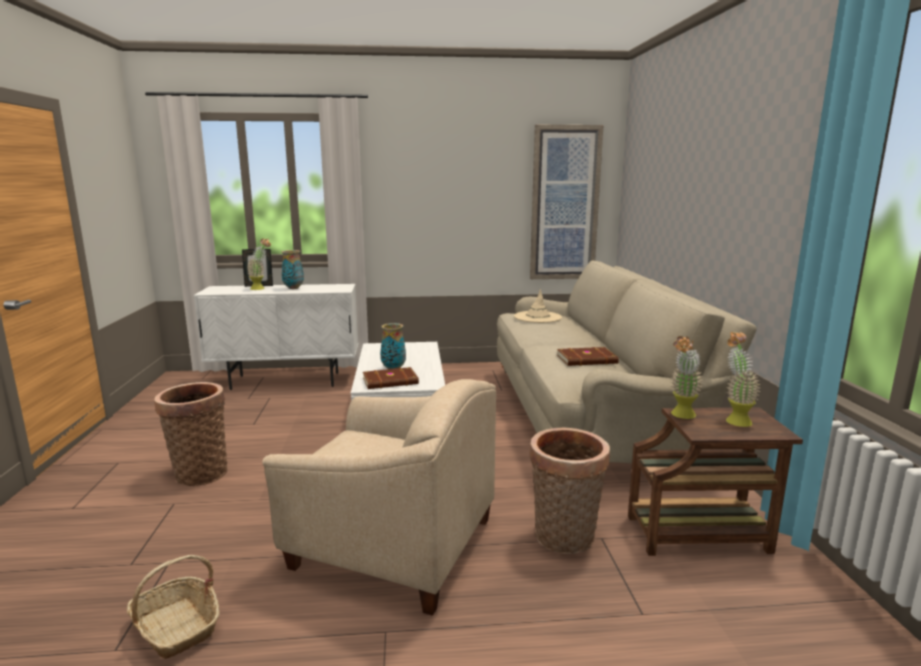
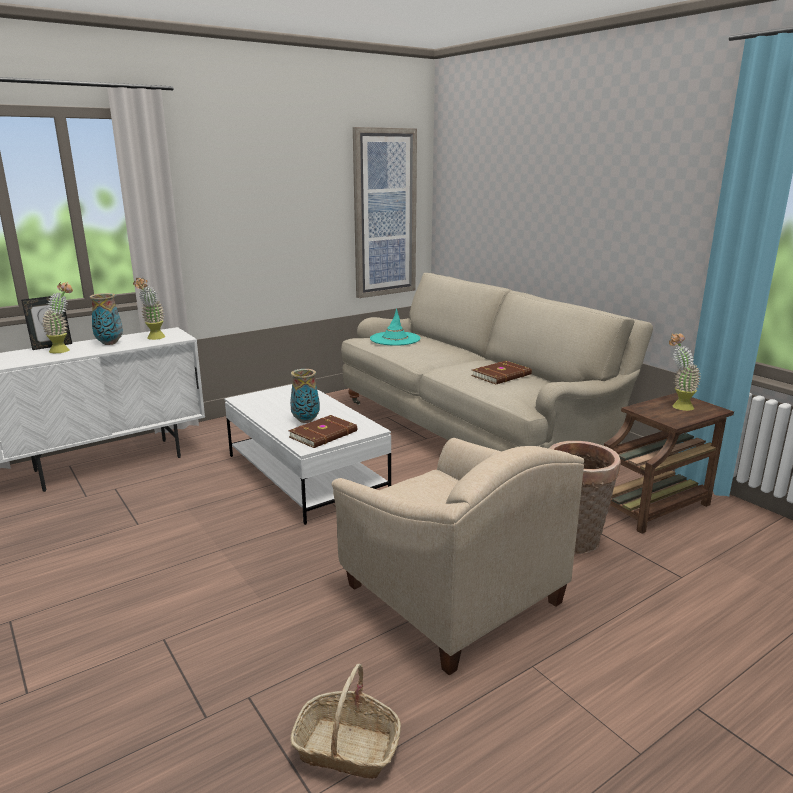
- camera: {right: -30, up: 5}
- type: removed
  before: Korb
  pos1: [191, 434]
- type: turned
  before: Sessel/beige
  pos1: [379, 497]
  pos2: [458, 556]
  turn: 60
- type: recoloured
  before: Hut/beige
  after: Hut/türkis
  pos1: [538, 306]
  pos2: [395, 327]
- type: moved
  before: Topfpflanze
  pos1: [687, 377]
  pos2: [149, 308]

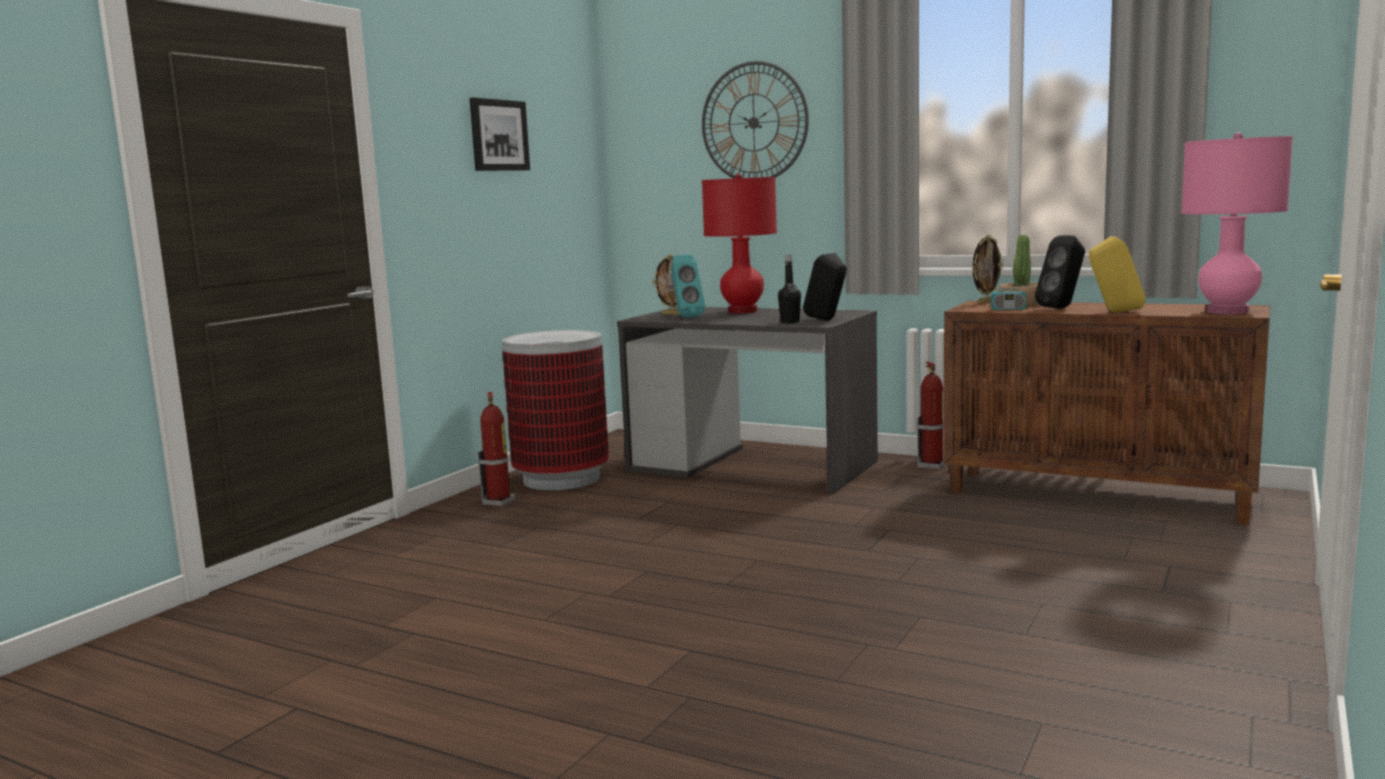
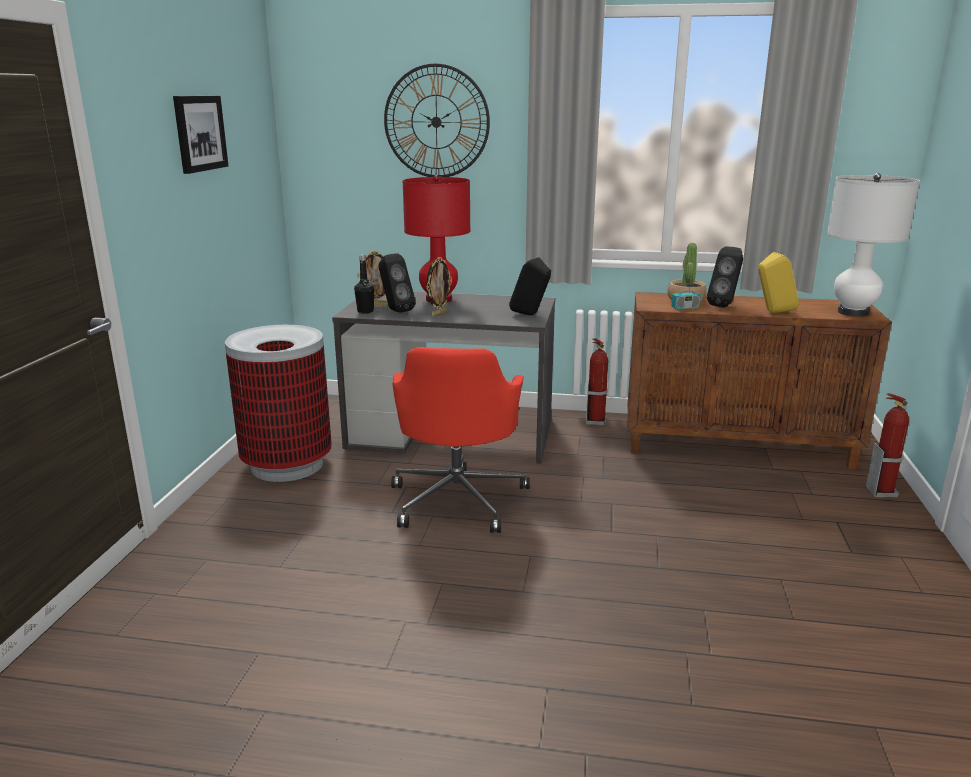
- camera: {right: -20, up: 10}
- type: moved
  before: Feuerlöscher
  pos1: [496, 449]
  pos2: [887, 445]
- type: recoloured
  before: Lautsprecher/türkis
  after: Lautsprecher/schwarz
  pos1: [688, 286]
  pos2: [397, 283]
- type: moved
  before: Flasche/schwarz
  pos1: [789, 289]
  pos2: [364, 284]
- type: moved
  before: Bilderrahmen
  pos1: [987, 269]
  pos2: [439, 286]
- type: recoloured
  before: Tischlampe/rosa
  after: Tischlampe/weiß
  pos1: [1237, 223]
  pos2: [873, 245]
- type: added
  after: Bürostuhl/rot
  pos2: [460, 440]

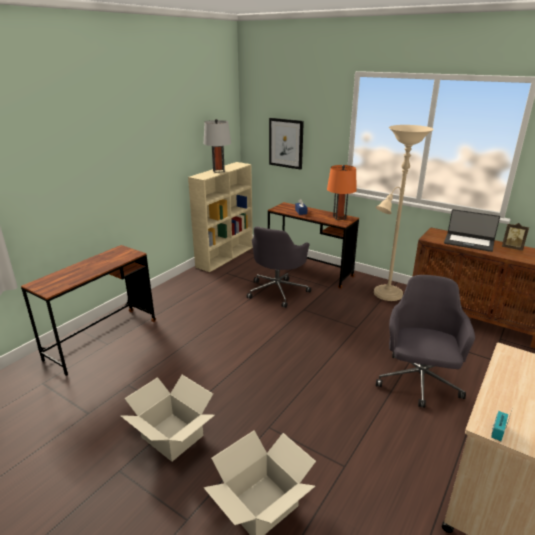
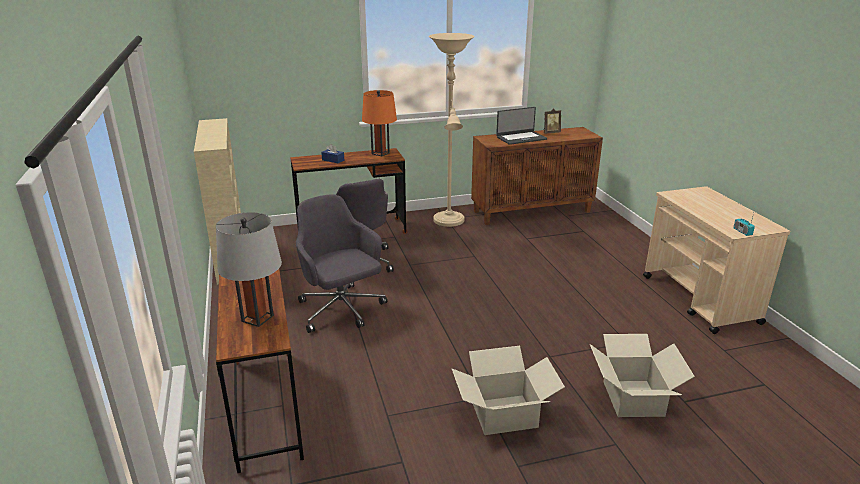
- camera: {right: -50, up: 0}
- type: moved
  before: Tischlampe/grau
  pos1: [217, 146]
  pos2: [249, 269]
- type: removed
  before: Bild
  pos1: [286, 144]
- type: moved
  before: Bürostuhl/grau
  pos1: [425, 341]
  pos2: [341, 263]

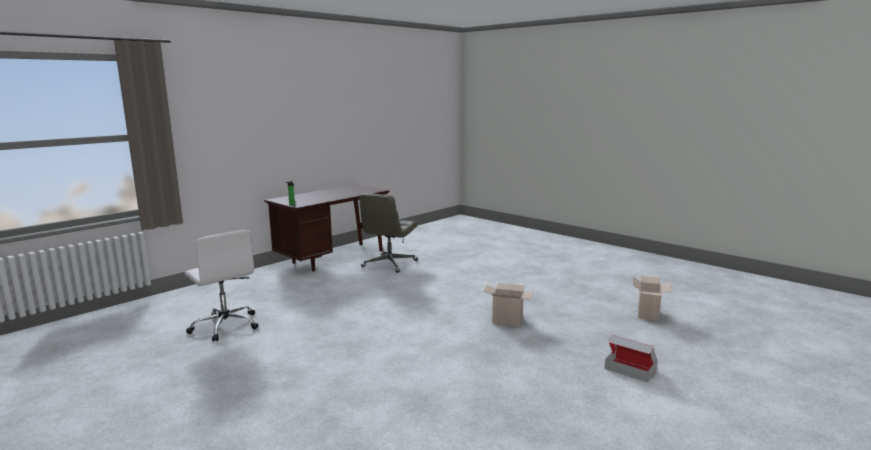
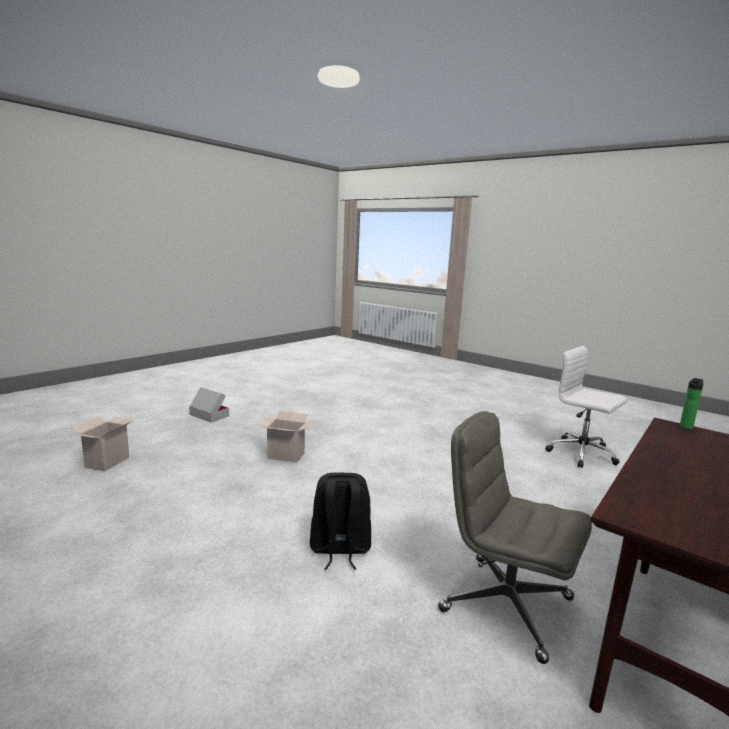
- camera: {right: 175, up: 0}
- type: turned
  before: Bürostuhl/grau
  pos1: [388, 233]
  pos2: [515, 537]
  turn: -75
- type: added
  after: Rucksack/schwarz
  pos2: [340, 521]

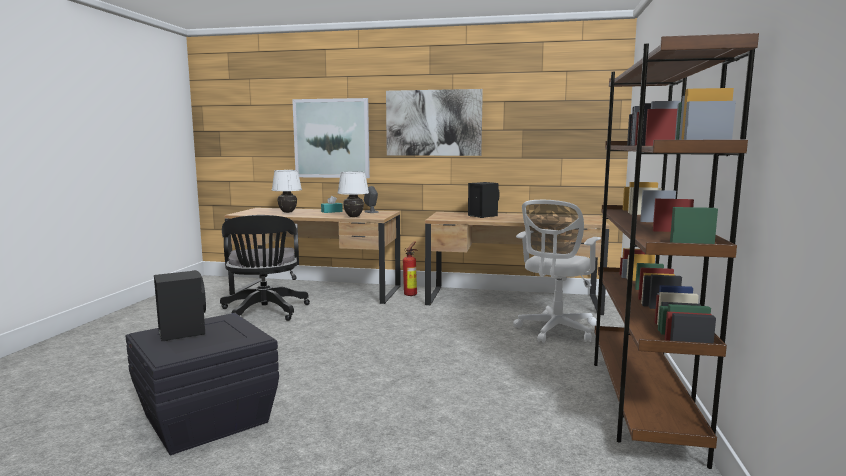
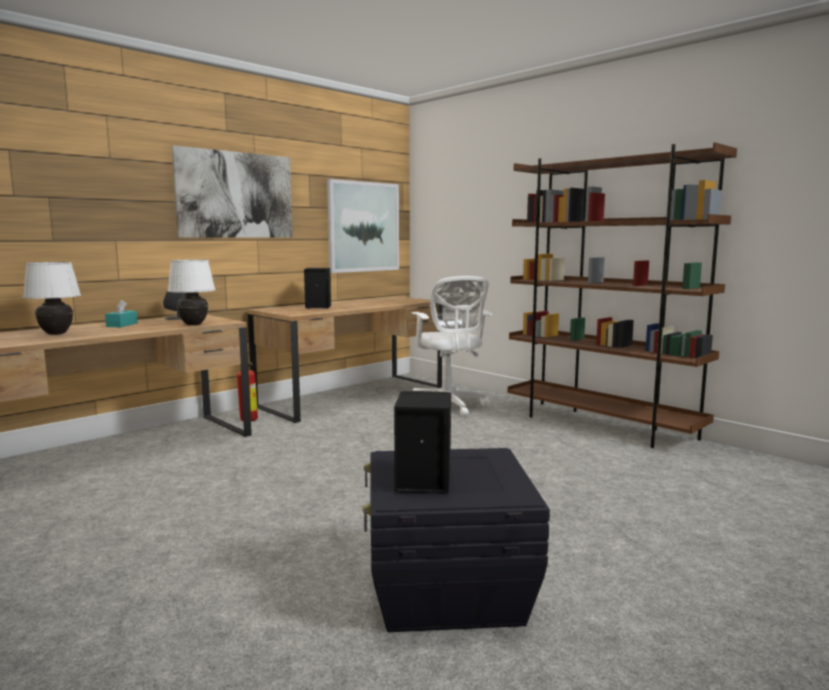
- camera: {right: -55, up: 0}
- type: removed
  before: Bürostuhl/schwarz
  pos1: [265, 268]
- type: moved
  before: Bild
  pos1: [331, 138]
  pos2: [363, 226]

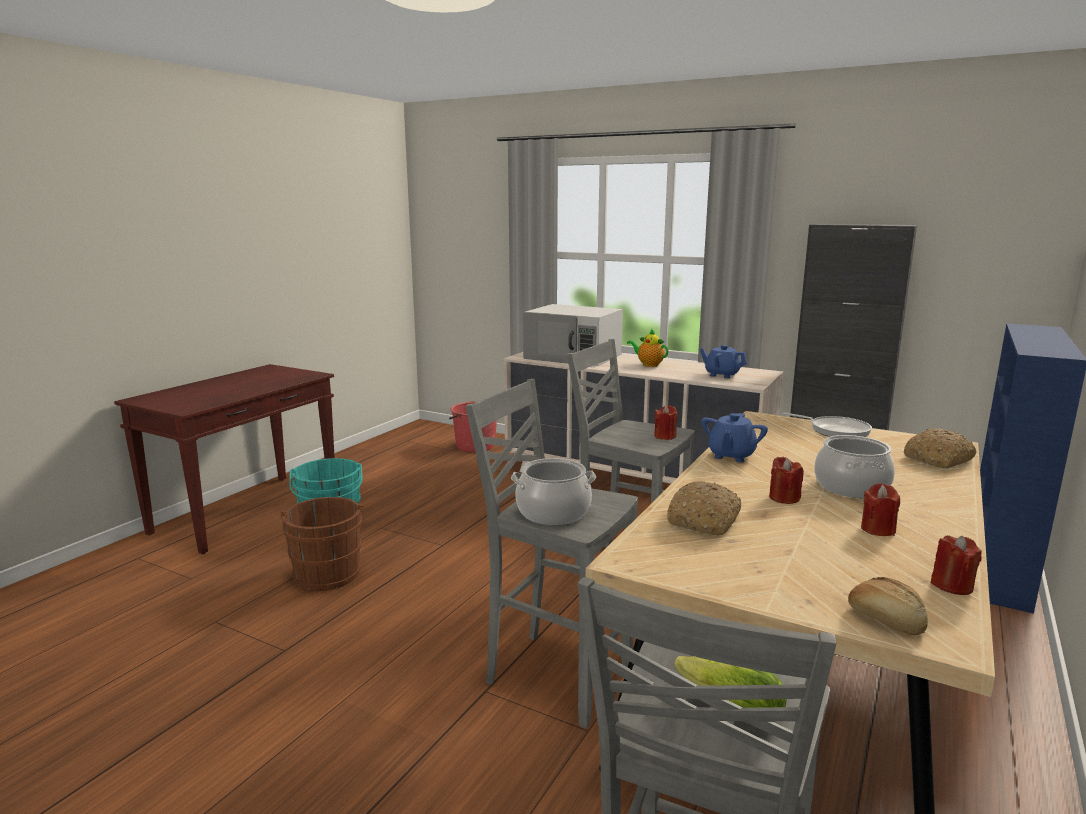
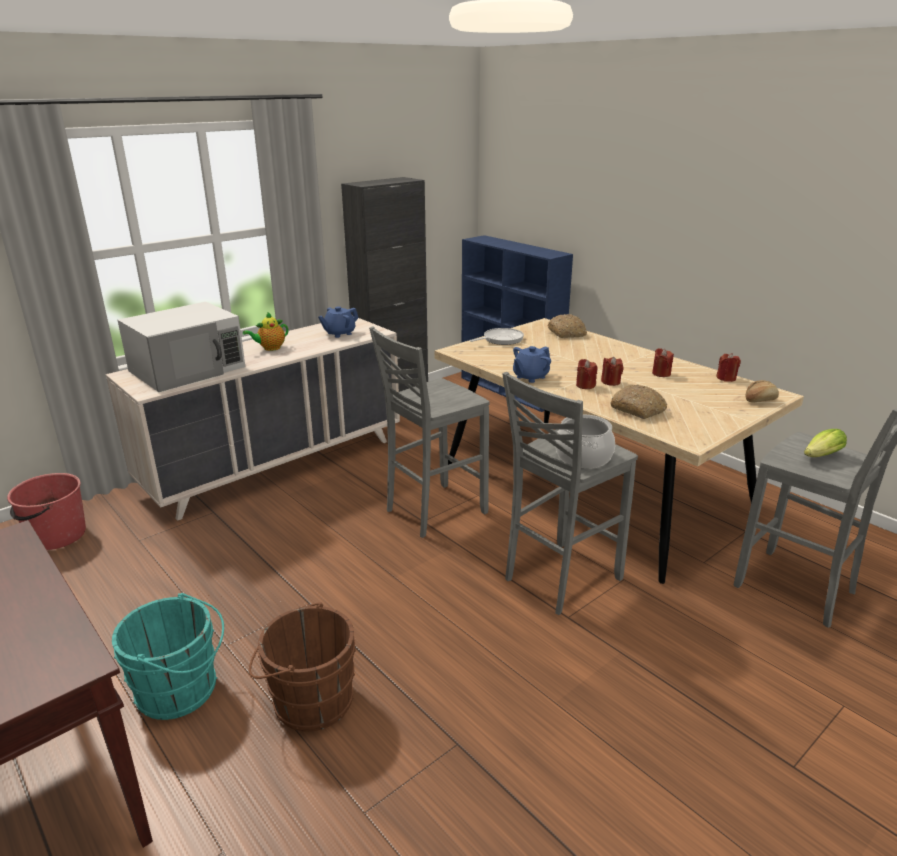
- camera: {right: -70, up: 10}
- type: moved
  before: Kerze/rot
  pos1: [666, 422]
  pos2: [586, 374]
- type: turned
  before: Teekanne/blau
  pos1: [734, 437]
  pos2: [532, 364]
  turn: 90
- type: removed
  before: Kochtopf
  pos1: [854, 466]

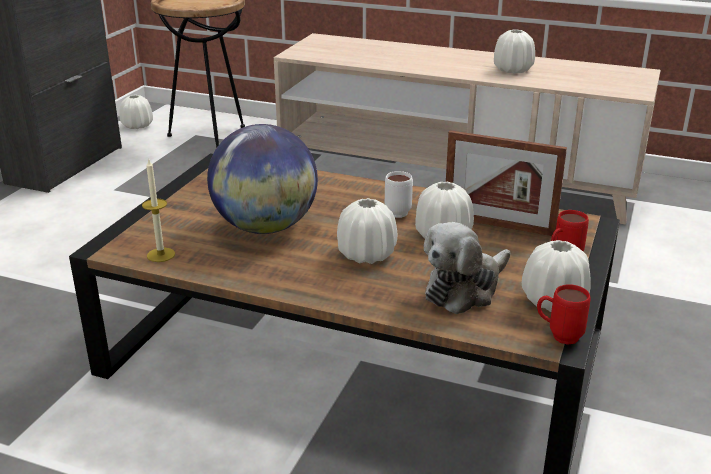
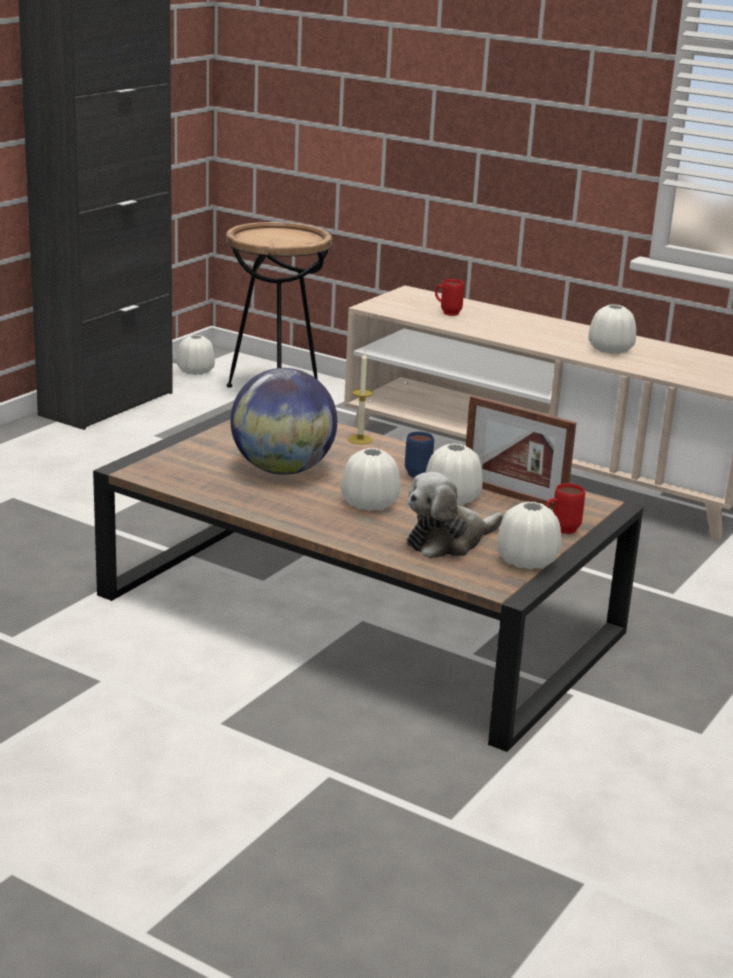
- camera: {right: 10, up: -5}
- type: moved
  before: Kerze
  pos1: [158, 210]
  pos2: [360, 398]
- type: recoloured
  before: Henkelbecher/weiß
  after: Henkelbecher/blau
  pos1: [399, 194]
  pos2: [419, 455]
- type: moved
  before: Henkelbecher/rot
  pos1: [563, 314]
  pos2: [449, 297]

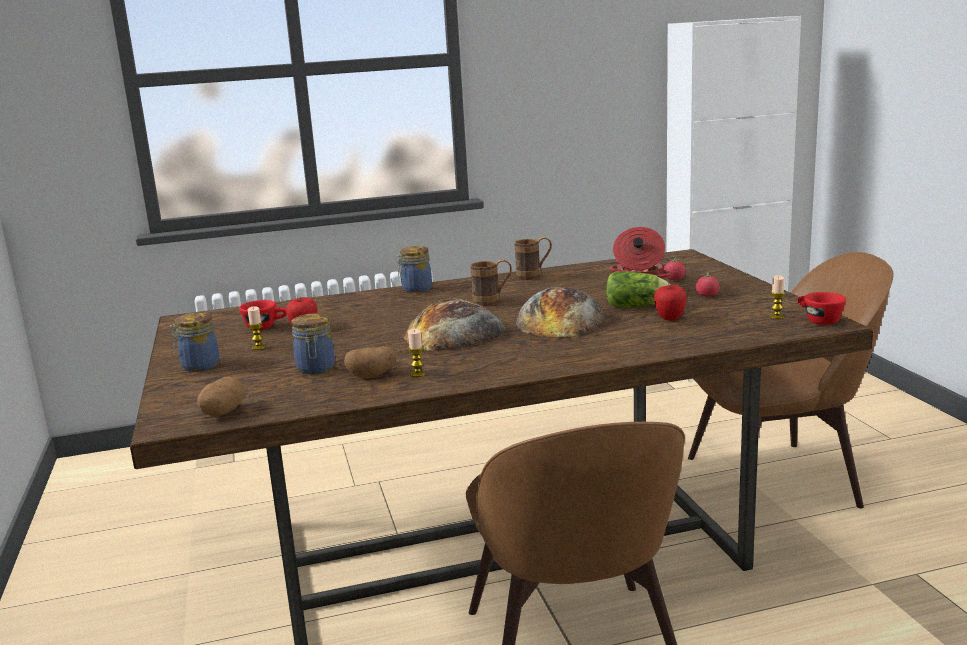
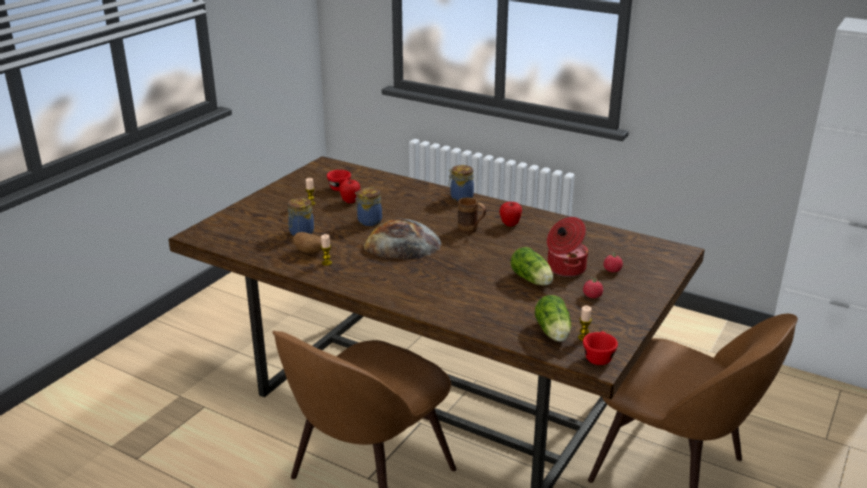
- camera: {right: 45, up: 10}
- type: moved
  before: Vorratsglas
  pos1: [195, 341]
  pos2: [368, 206]
- type: removed
  before: Kartoffel
  pos1: [220, 396]
- type: removed
  before: Henkelbecher/braun
  pos1: [533, 258]
- type: removed
  before: Brot
  pos1: [560, 312]
- type: moved
  before: Apfel
  pos1: [670, 303]
  pos2: [510, 214]
- type: added
  after: Salatkopf
  pos2: [553, 318]

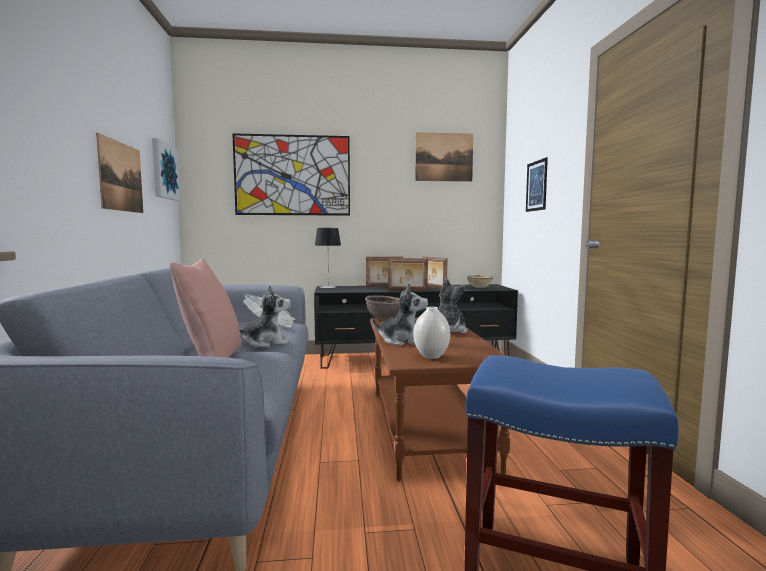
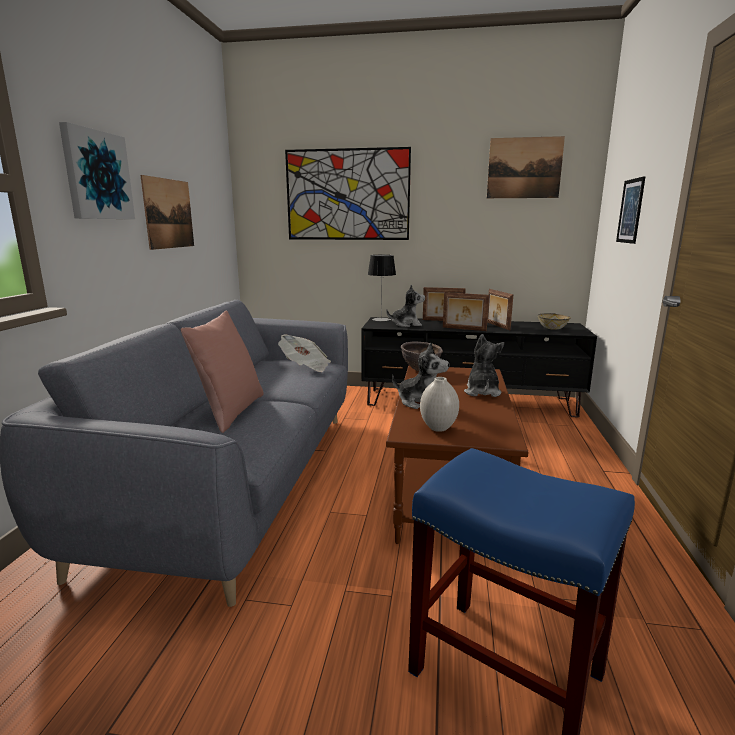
- camera: {right: 15, up: 10}
- type: moved
  before: Bild
  pos1: [166, 169]
  pos2: [97, 170]
- type: moved
  before: Plüschtier
  pos1: [265, 316]
  pos2: [405, 306]

